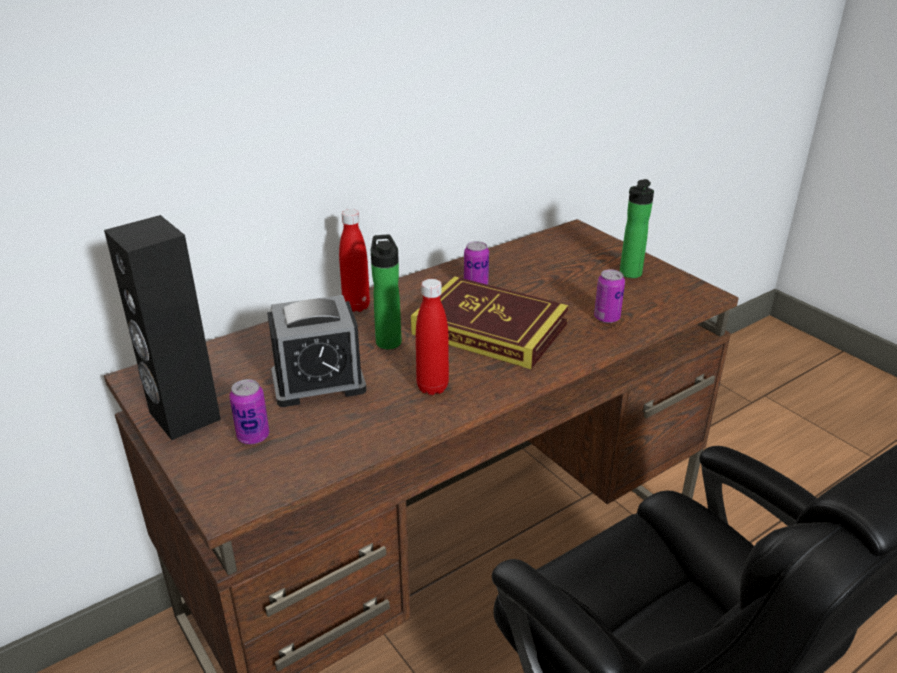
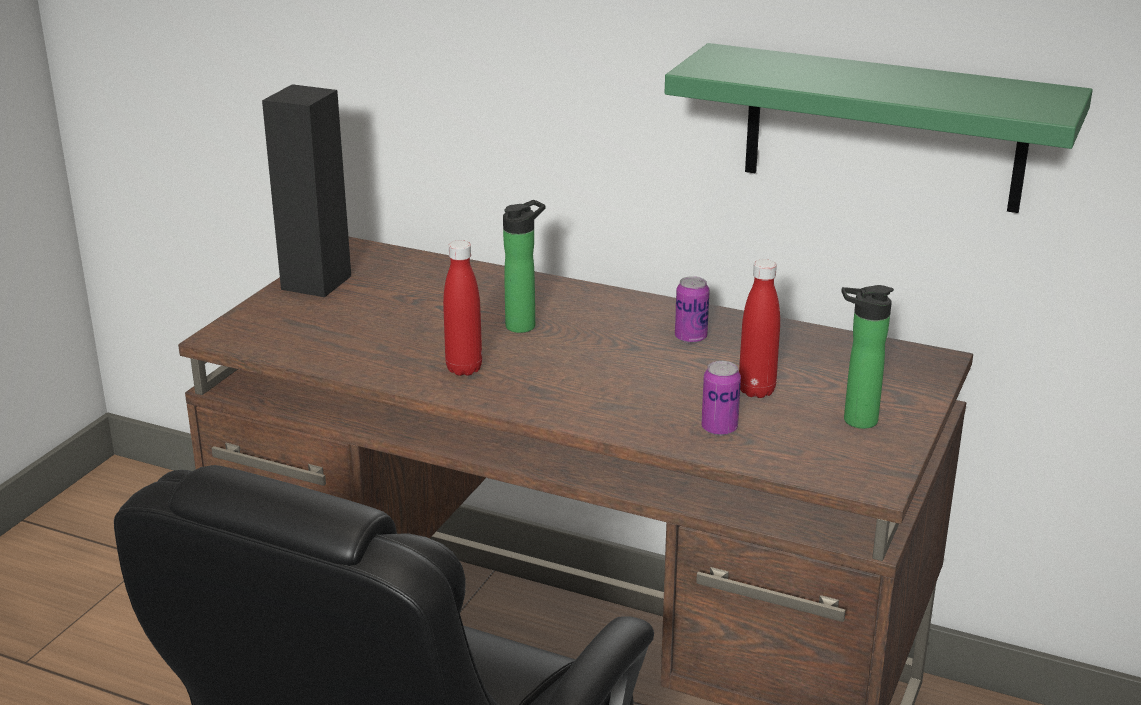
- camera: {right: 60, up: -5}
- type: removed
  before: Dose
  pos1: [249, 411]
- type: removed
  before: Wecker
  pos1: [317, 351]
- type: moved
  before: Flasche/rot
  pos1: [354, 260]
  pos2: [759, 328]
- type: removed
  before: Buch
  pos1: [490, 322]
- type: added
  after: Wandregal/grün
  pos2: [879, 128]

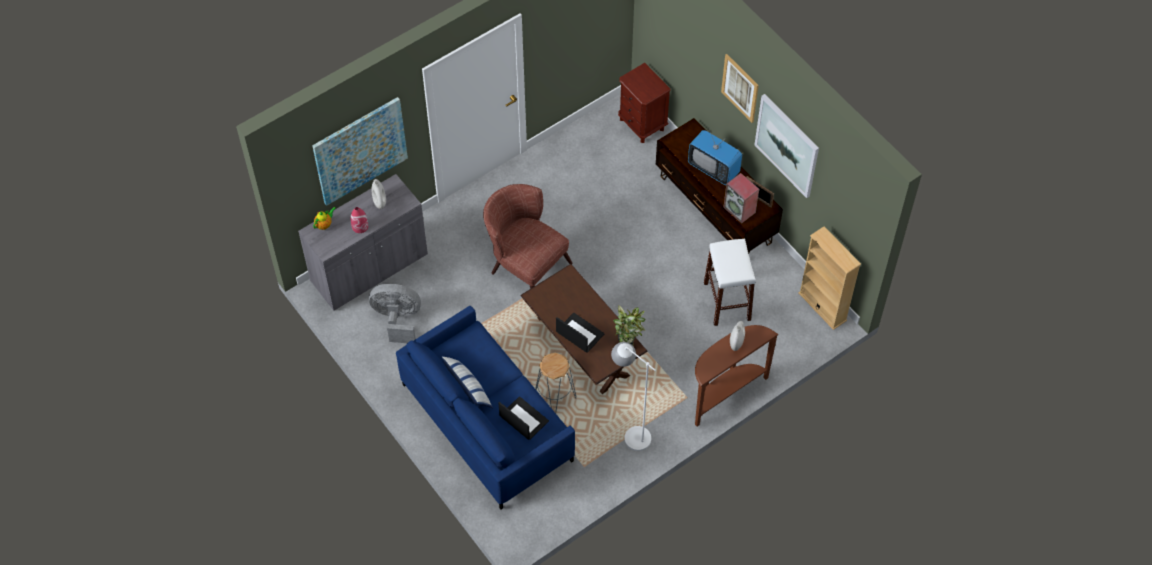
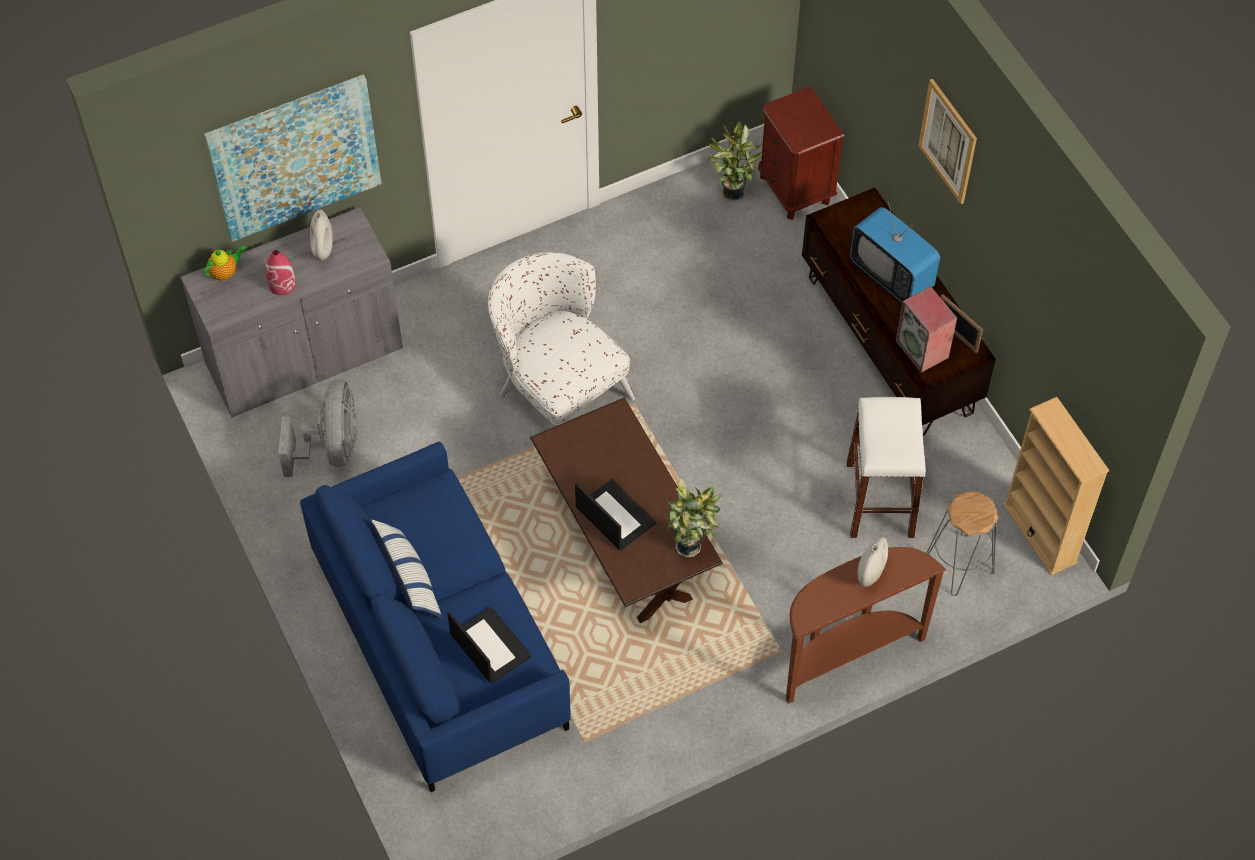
- camera: {right: 10, up: 0}
- type: turned
  before: Ventilator/grau
  pos1: [395, 313]
  pos2: [318, 428]
  turn: 75
- type: recoloured
  before: Sessel/braun
  after: Sessel/weiß
  pos1: [528, 236]
  pos2: [562, 339]
- type: moved
  before: Hocker/grau
  pos1: [555, 383]
  pos2: [962, 543]
- type: removed
  before: Stehlampe/weiß
  pos1: [633, 396]
- type: removed
  before: Bild
  pos1: [787, 146]
- type: added
  after: Topfpflanze
  pos2: [734, 161]

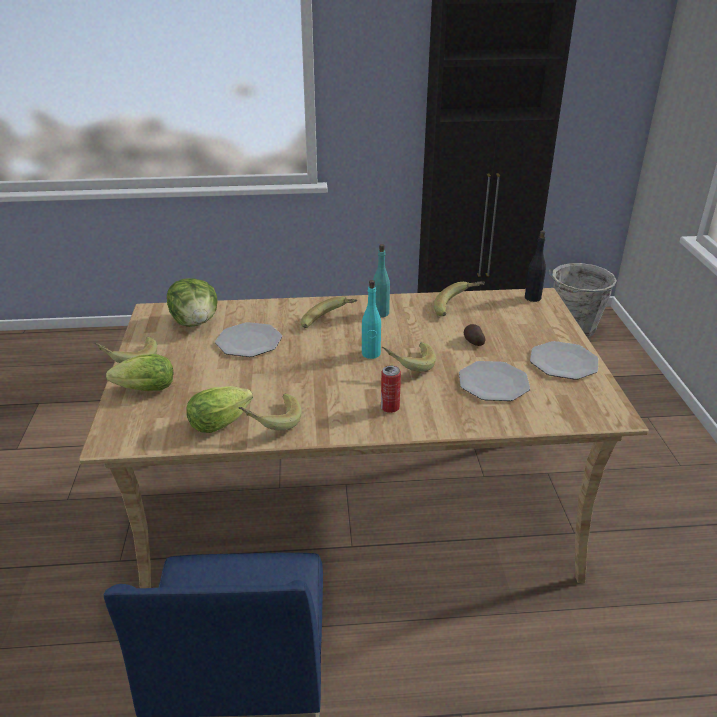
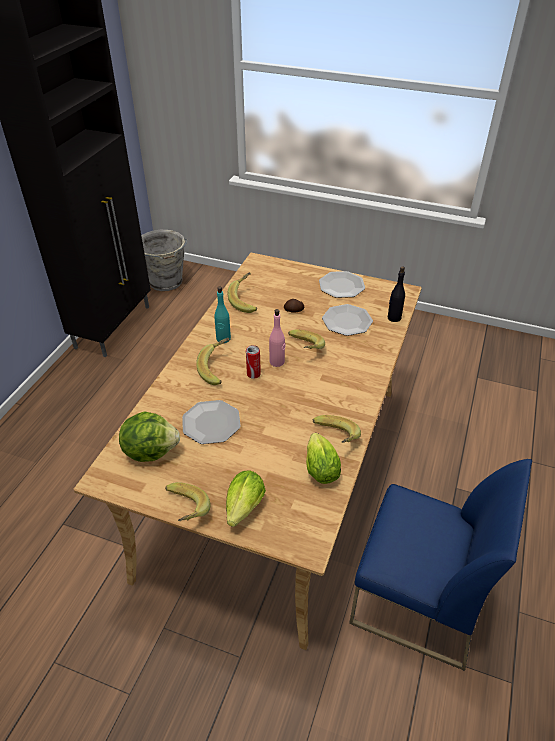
- camera: {right: -65, up: 10}
- type: recoloured
  before: Flasche/türkis
  after: Flasche/rosa
  pos1: [371, 319]
  pos2: [277, 338]
- type: moved
  before: Dose
  pos1: [391, 389]
  pos2: [253, 362]
- type: moved
  before: Flasche/schwarz
  pos1: [535, 266]
  pos2: [396, 294]

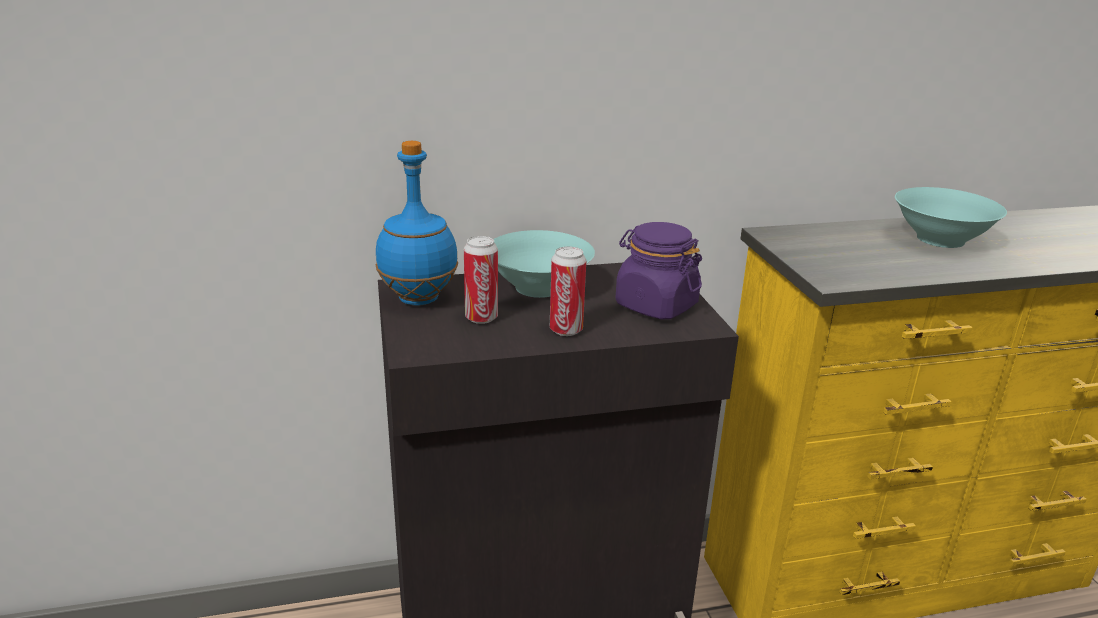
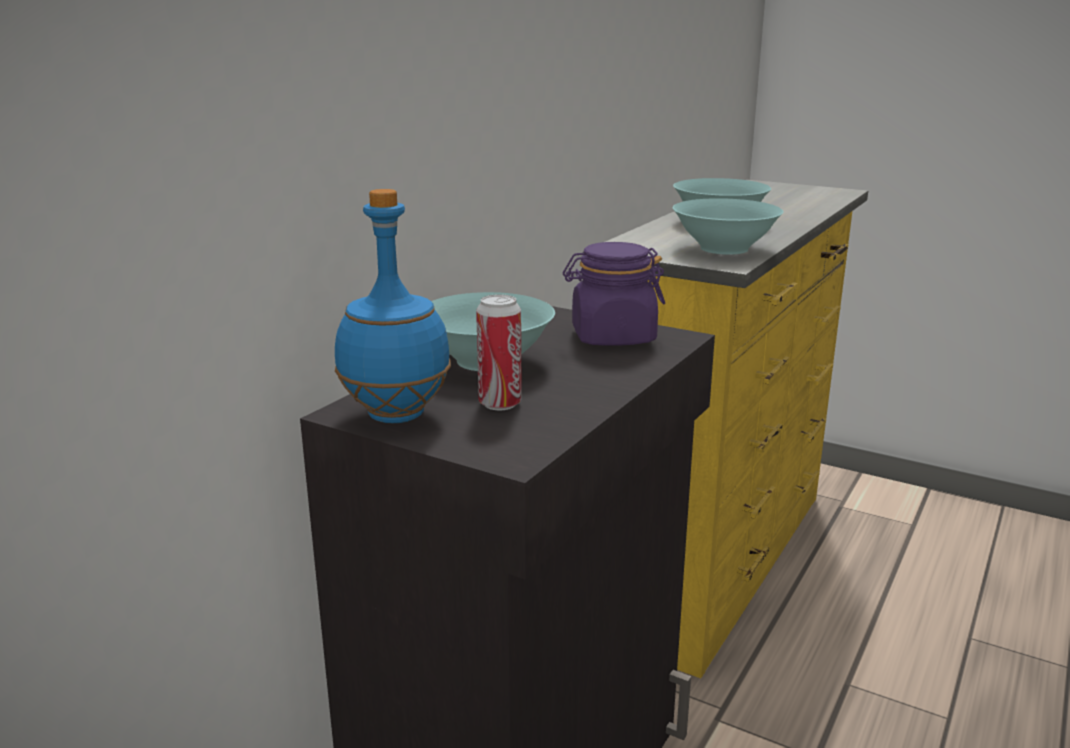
- camera: {right: -45, up: -5}
- type: removed
  before: Dose
  pos1: [568, 291]
- type: added
  after: Schüssel/türkis
  pos2: [727, 226]

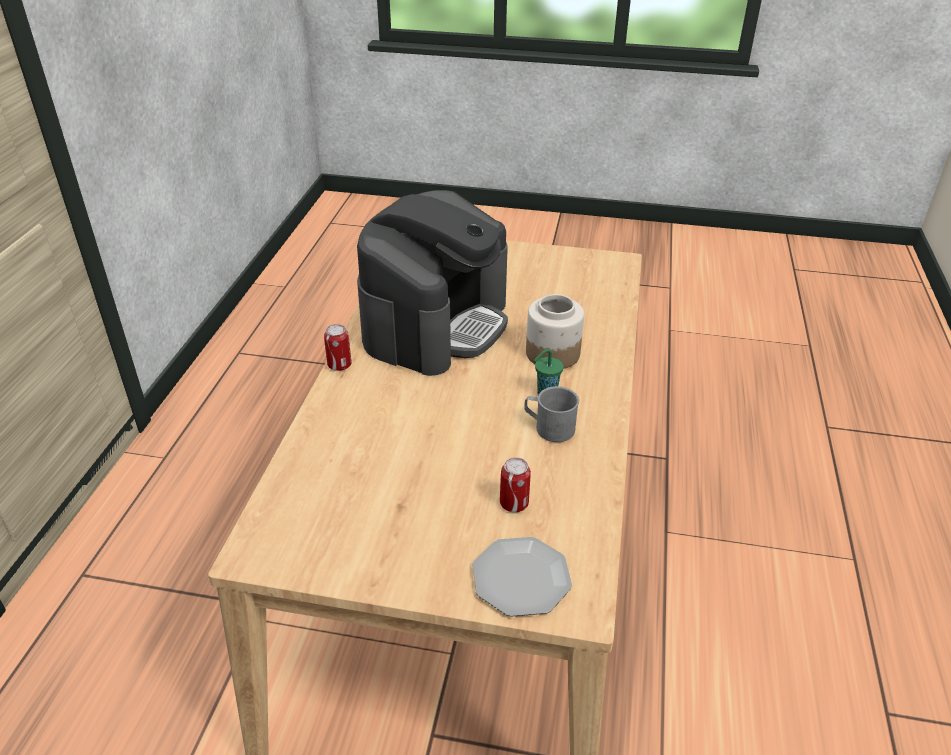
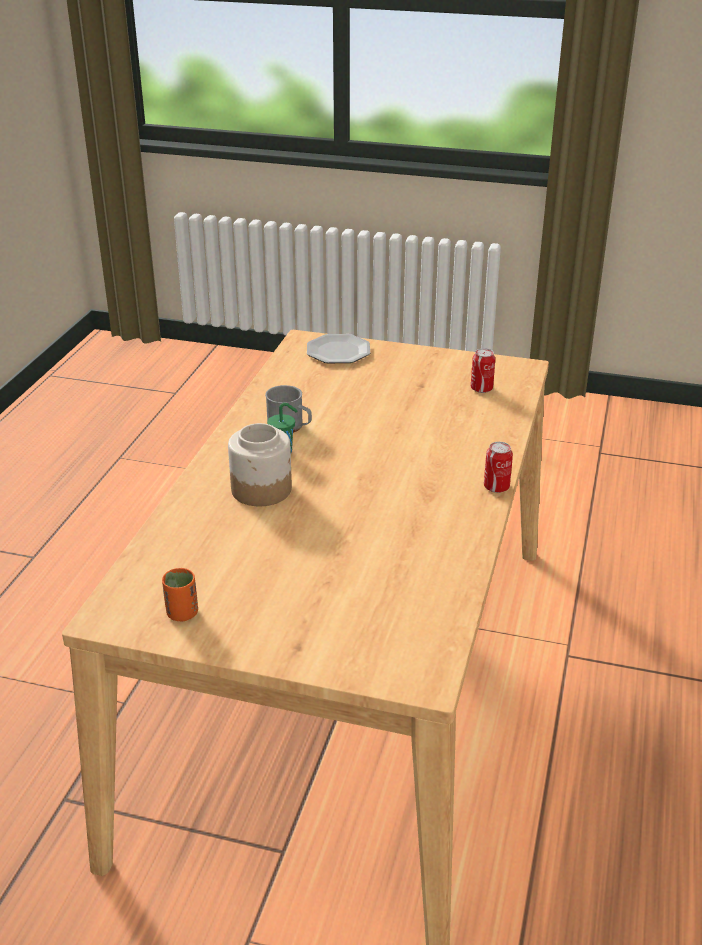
- camera: {right: -175, up: -5}
- type: removed
  before: Kaffeemaschine
  pos1: [432, 283]
- type: moved
  before: Dose
  pos1: [515, 484]
  pos2: [483, 370]
- type: added
  after: Tasse/orange
  pos2: [180, 594]

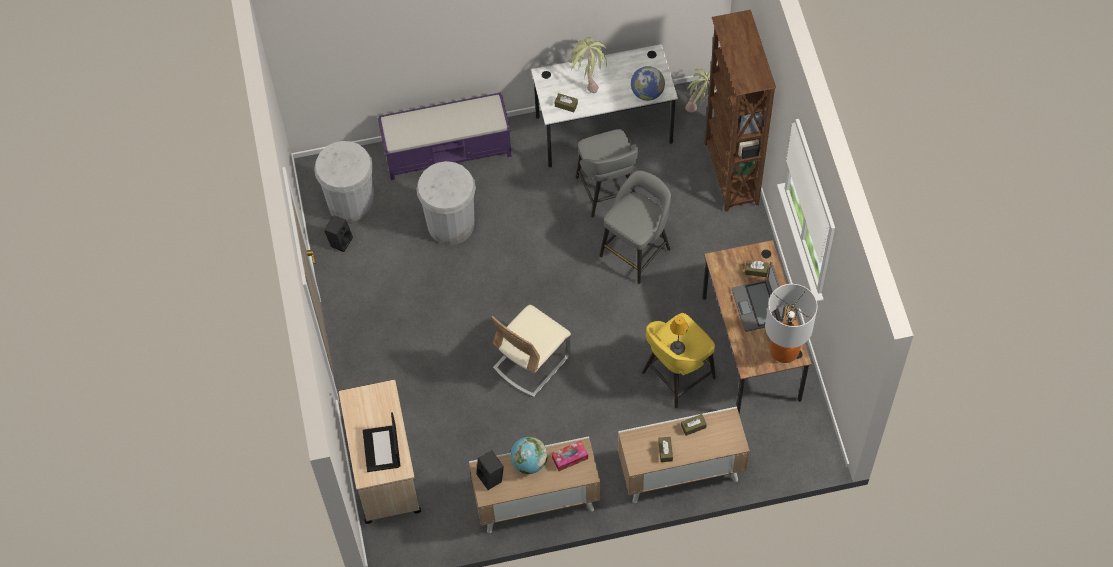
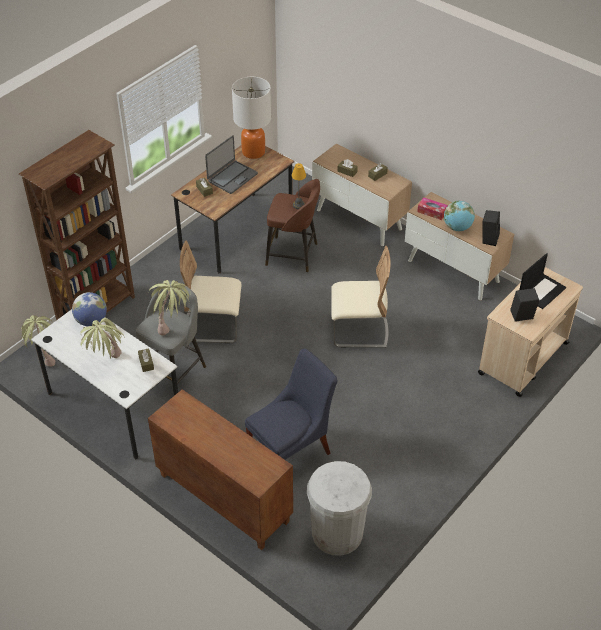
- camera: {right: -130, up: -15}
- type: moved
  before: Lautsprecher/schwarz
  pos1: [338, 233]
  pos2: [524, 305]
- type: replaced
  before: Bank/lila
  after: Schrank/braun
  pos1: [445, 136]
  pos2: [220, 469]
- type: replaced
  before: Mülleimer/weiß
  after: Stuhl/blau
  pos1: [446, 203]
  pos2: [291, 404]
- type: replaced
  before: Hocker/grau
  after: Stuhl/beige
  pos1: [635, 227]
  pos2: [210, 291]
- type: recoloured
  before: Hocker/gelb
  after: Hocker/braun
  pos1: [679, 360]
  pos2: [292, 225]
- type: added
  after: Topfpflanze
  pos2: [170, 308]

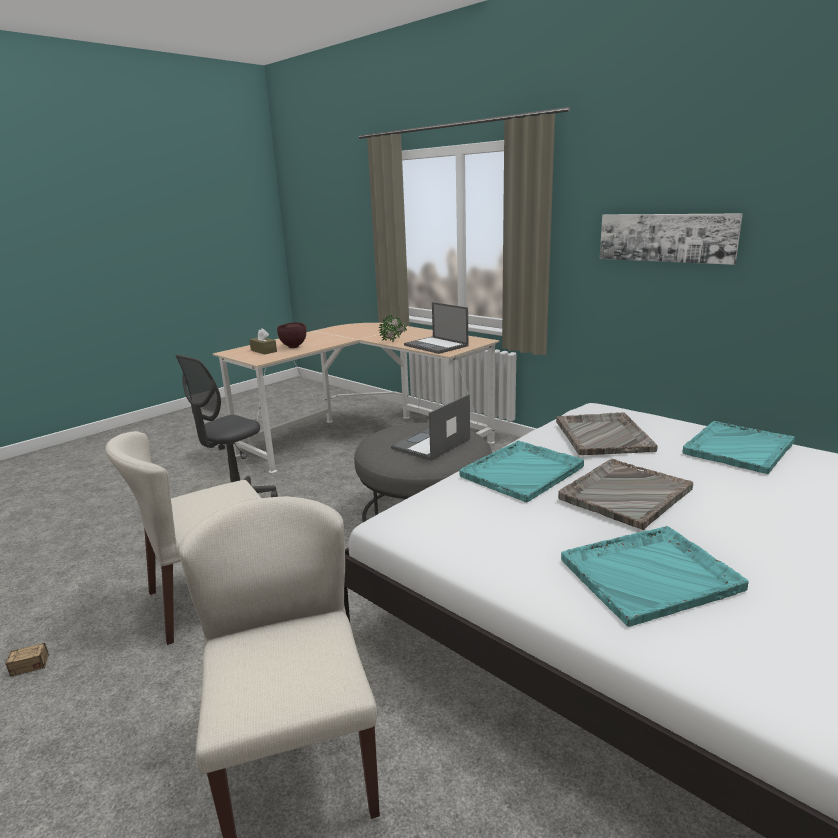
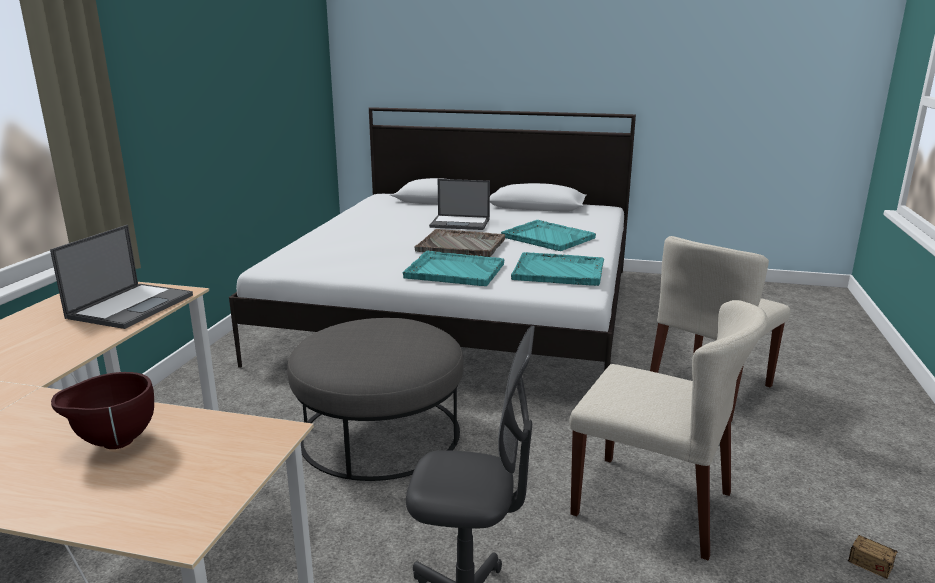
- camera: {right: -120, up: 0}
- type: removed
  before: Taschentuchbox/braun
  pos1: [263, 341]
- type: removed
  before: Topfpflanze
  pos1: [393, 328]
- type: moved
  before: Laptop
  pos1: [430, 427]
  pos2: [459, 204]
- type: removed
  before: Tablett/grau
  pos1: [607, 433]
- type: removed
  before: Bild
  pos1: [671, 239]
- type: moved
  before: Tablett/türkis
  pos1: [738, 448]
  pos2: [557, 269]

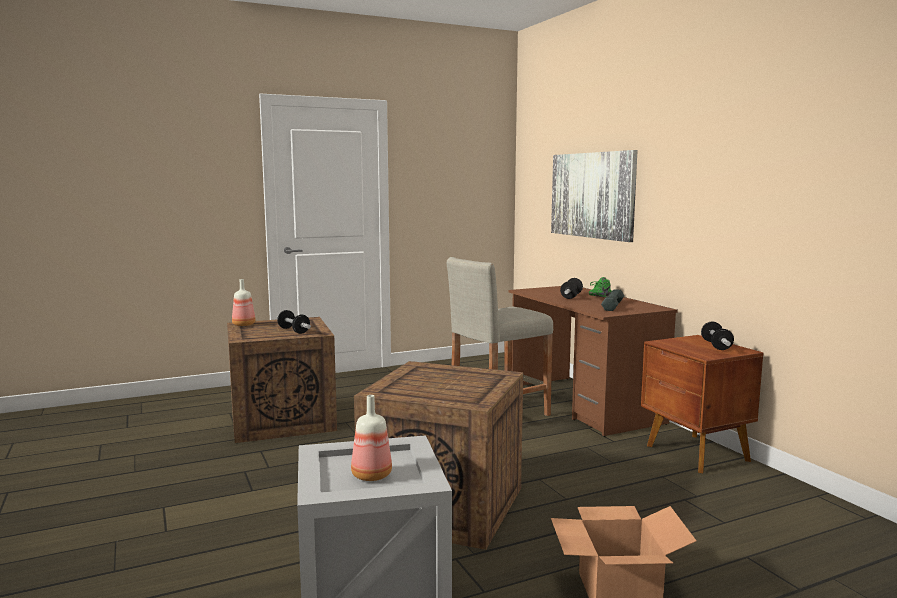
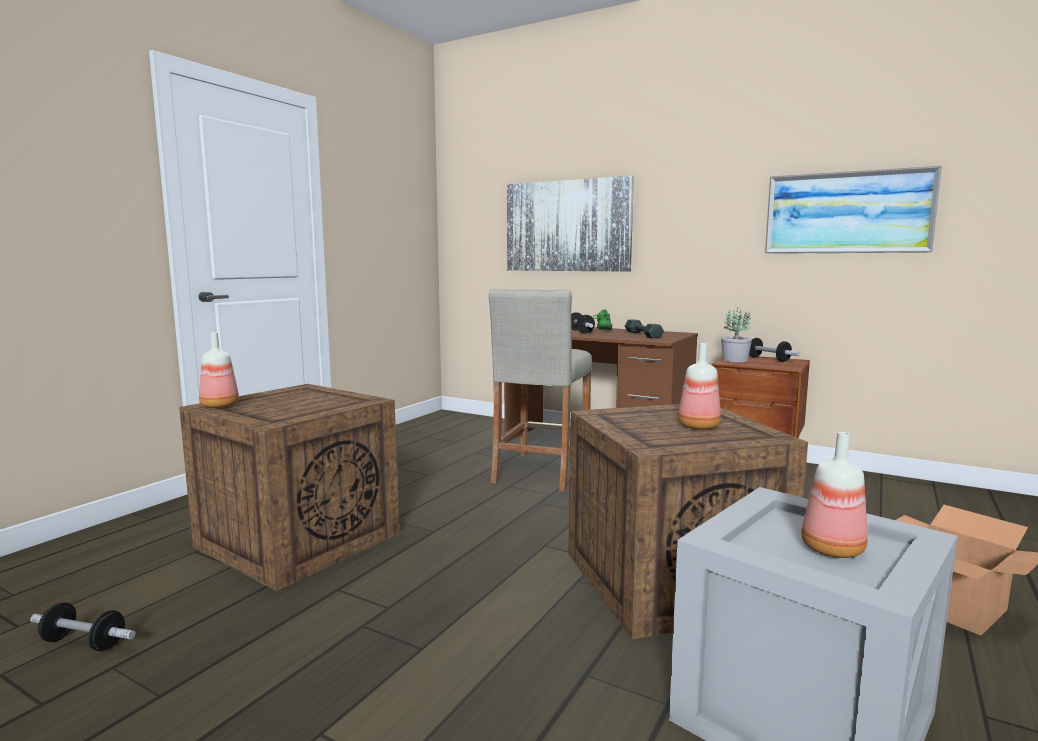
- camera: {right: -35, up: 0}
- type: moved
  before: Hantel
  pos1: [294, 322]
  pos2: [83, 626]
- type: added
  after: Flasche
  pos2: [699, 386]
- type: added
  after: Topfpflanze
  pos2: [736, 334]
- type: added
  after: Bild
  pos2: [853, 209]

